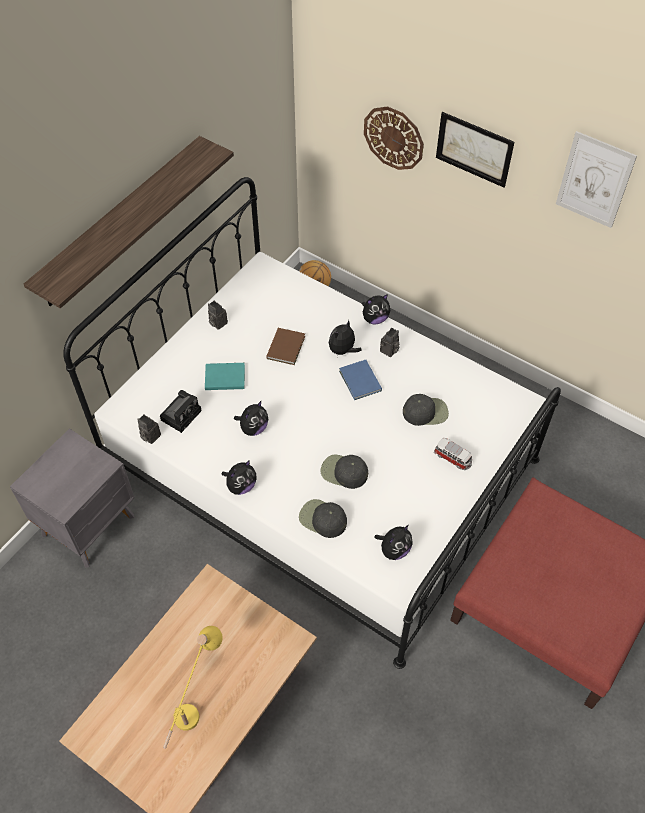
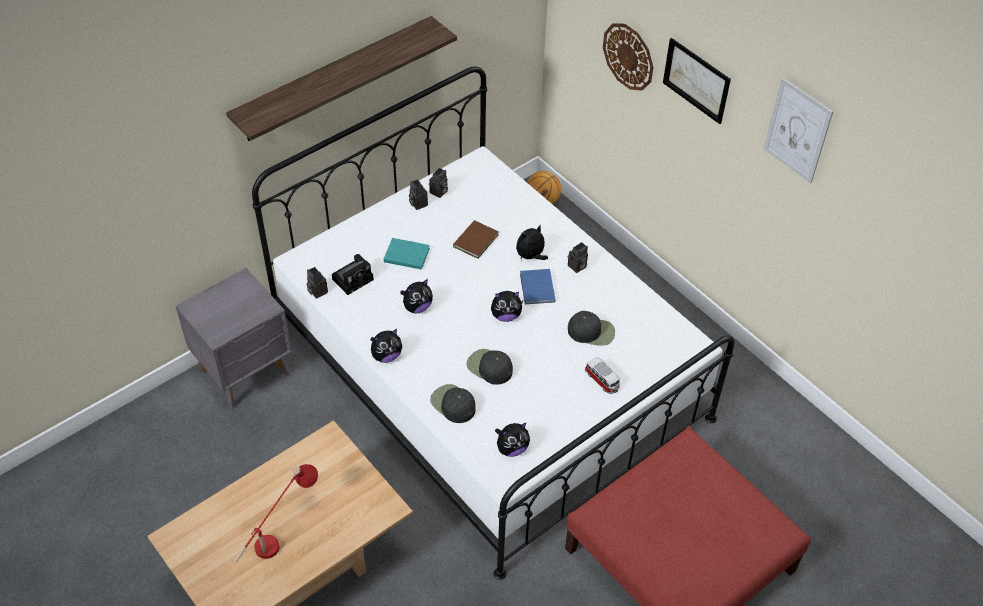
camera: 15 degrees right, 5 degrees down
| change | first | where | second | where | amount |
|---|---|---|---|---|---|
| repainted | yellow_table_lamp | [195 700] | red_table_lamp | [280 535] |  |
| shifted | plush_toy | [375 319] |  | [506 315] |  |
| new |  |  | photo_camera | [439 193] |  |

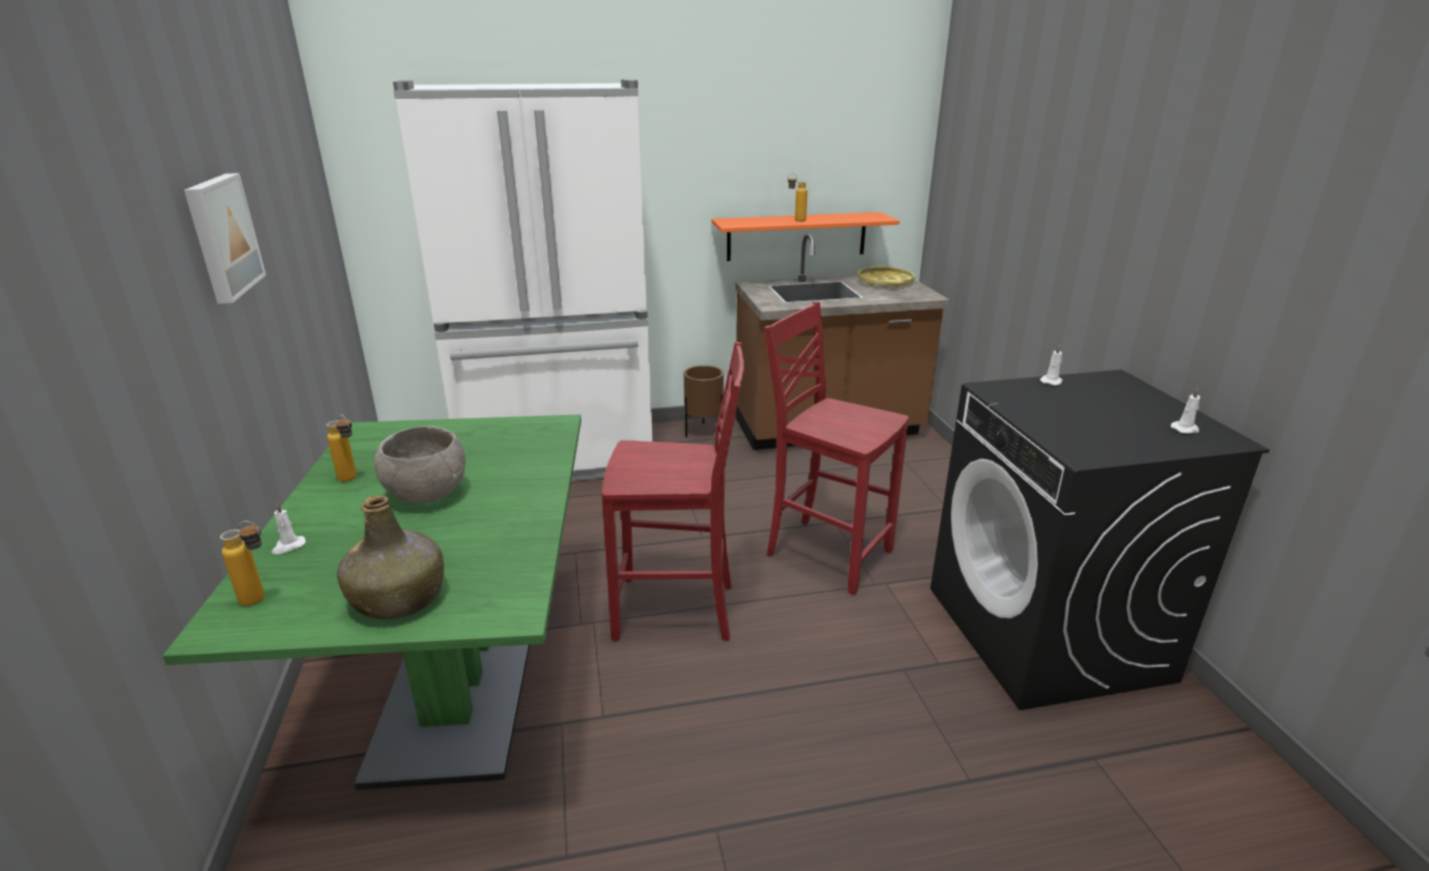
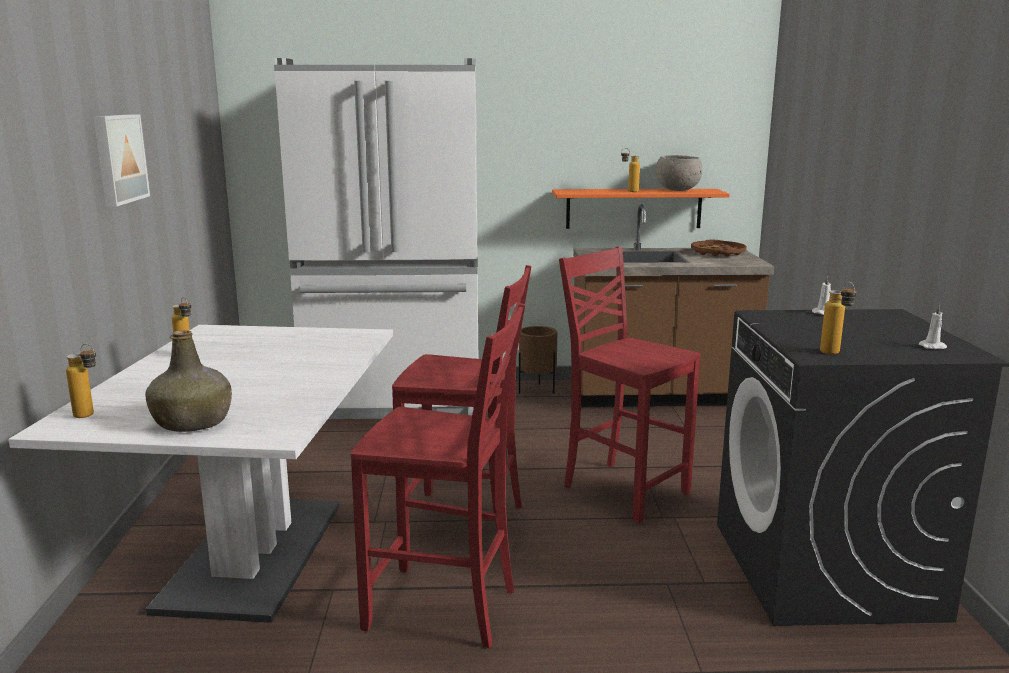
camera: 10 degrees right, 10 degrees down
| change | first | where | second | where | amount |
|---|---|---|---|---|---|
| repainted | green_dining_table | [459 686] | white_dining_table | [254 555] |  |
| gone | white_candle | [288 546] |  |  |  |
| shifted | grey_bowl | [426 495] |  | [677 190] |  |
| repainted | yellow_tray | [885 282] | brown_tray | [717 253] |  |
| new |  |  | red_chair | [444 609] |  |
| new |  |  | bottle | [834 354] |  |

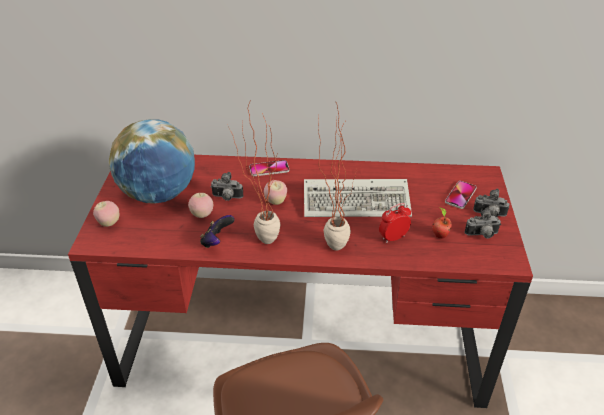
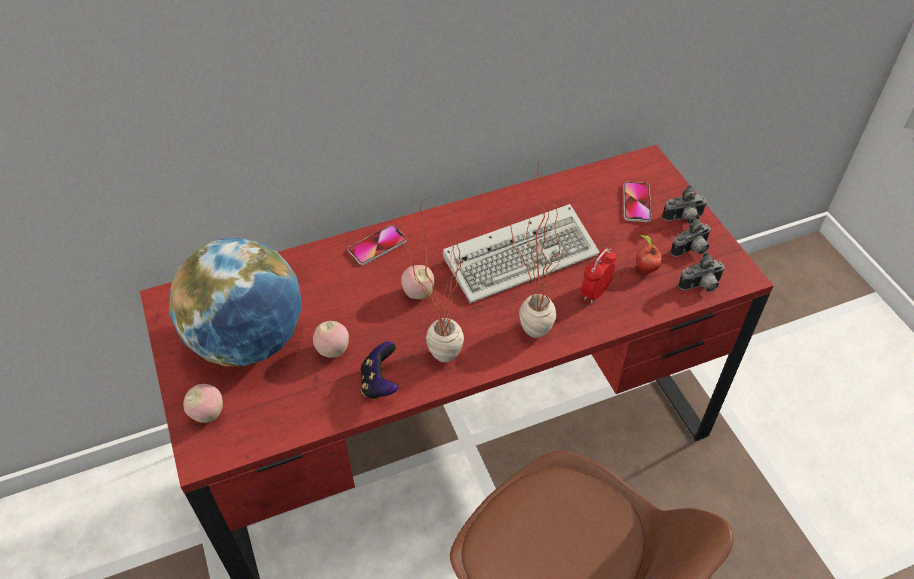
camera: 25 degrees left, 10 degrees up
| change | first | where | second | where | amount |
|---|---|---|---|---|---|
| shifted | photo_camera | [227 198] |  | [701 286] |  |

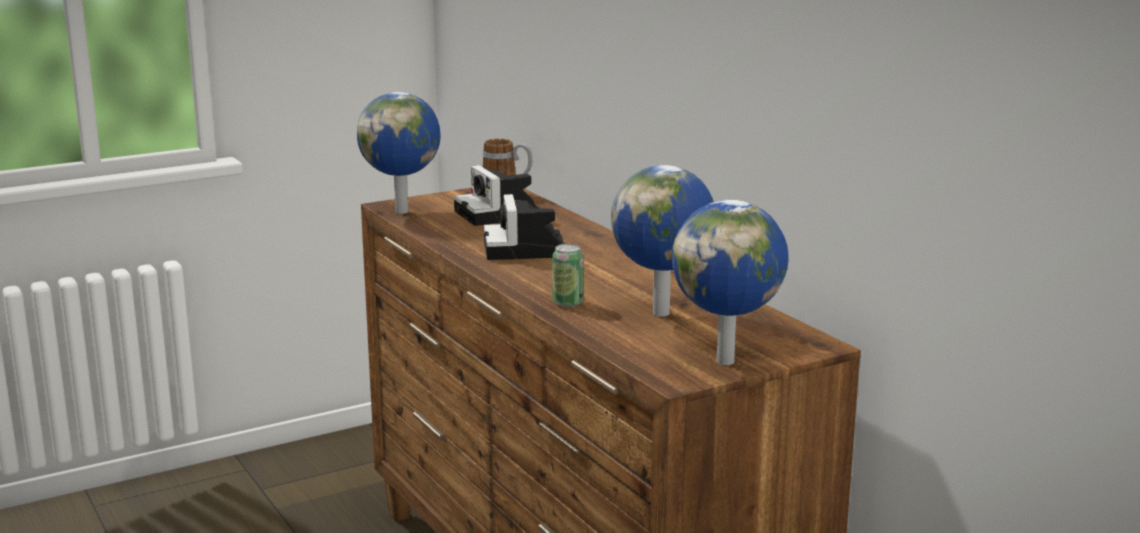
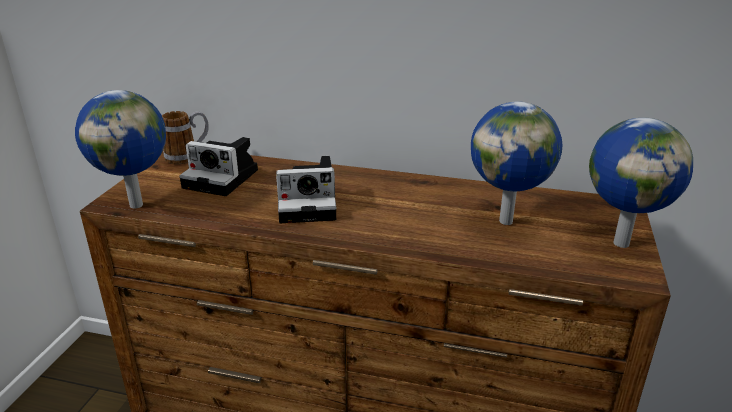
camera: 45 degrees left, 10 degrees up
| change | first | where | second | where | amount |
|---|---|---|---|---|---|
| rotated | photo_camera | [525 250] |  | [310 204] | 45 degrees counterclockwise |
| gone | can | [567 303] |  |  |  |

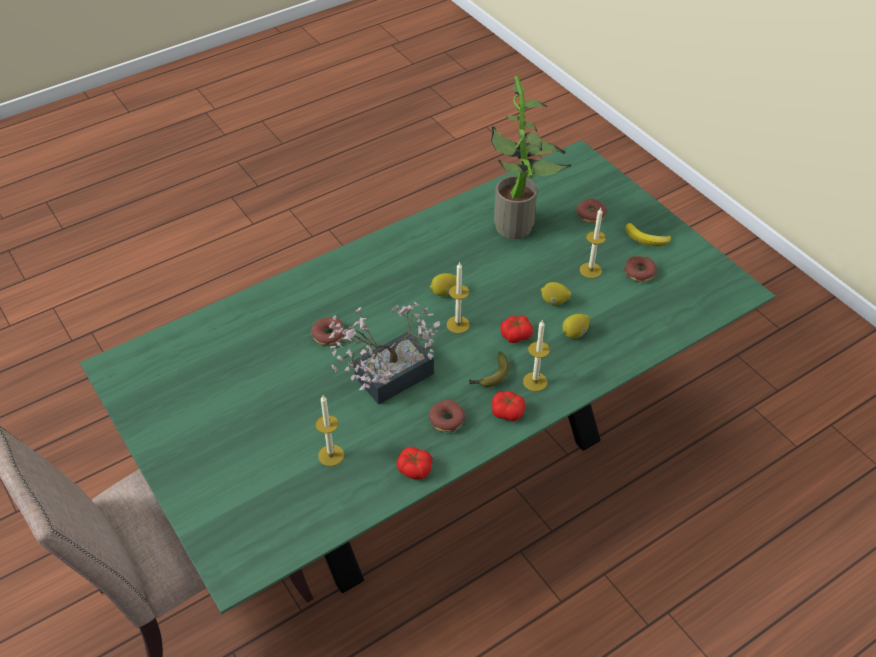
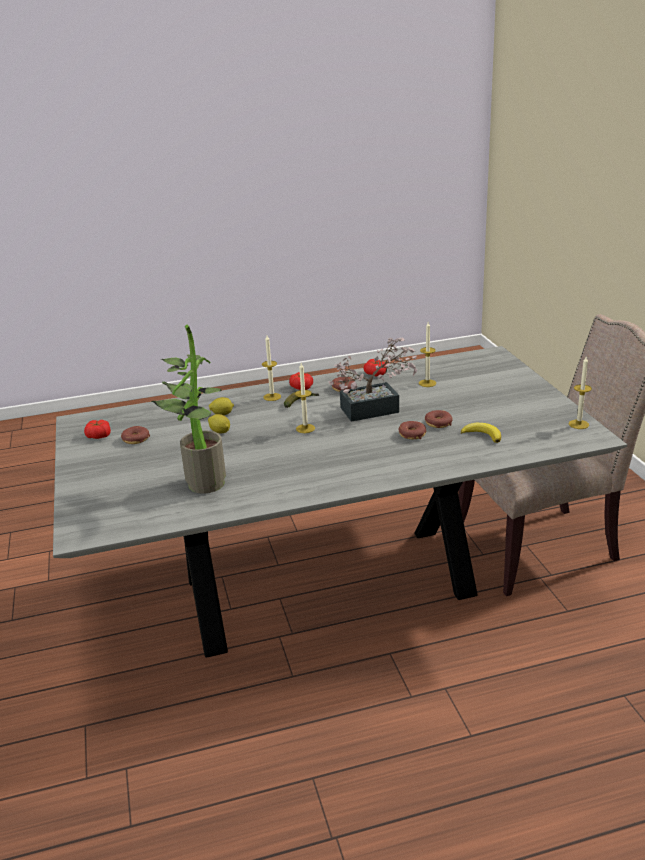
camera: 160 degrees left, 20 degrees down
| change | first | where | second | where | amount |
|---|---|---|---|---|---|
| repainted | green_dining_table | [438 465] | grey_dining_table | [331 587] |  |
| gone | lemon | [444 292] |  |  |  |
| shifted | tomato | [516 335] |  | [98 436] |  |
| shifted | donut | [591 215] |  | [438 423] |  |
| shifted | candle | [590 270] |  | [578 424] |  |
| shifted | banana | [647 239] |  | [482 435] |  |

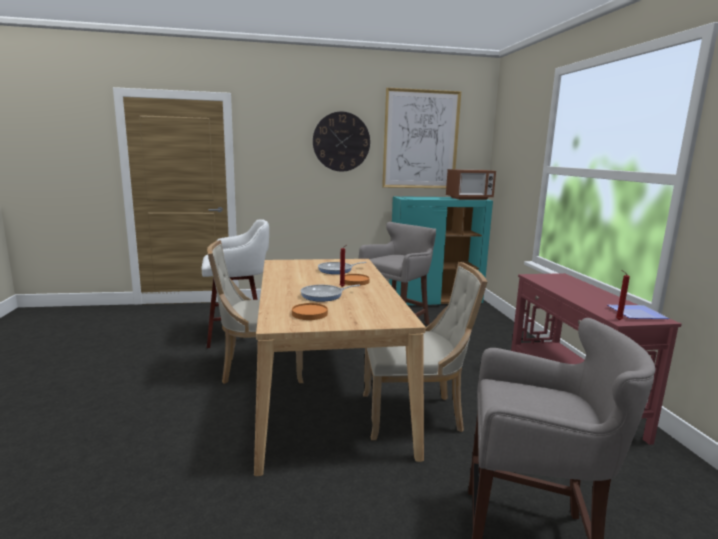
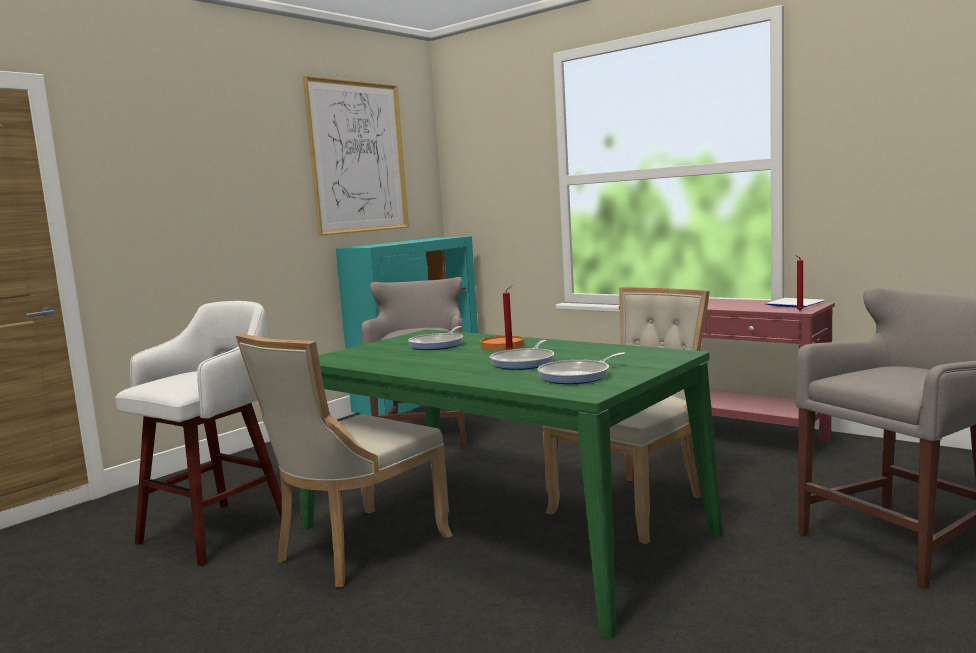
camera: 40 degrees left, 5 degrees down
| change | first | where | second | where | amount |
|---|---|---|---|---|---|
| repainted | beige_dining_table | [326 392] | green_dining_table | [500 530] |  |
| swapped | orange_plate | [310 314] | frying_pan | [577 376] |  |
| gone | wall_clock | [341 142] |  |  |  |
| gone | microwave | [469 198] |  |  |  |

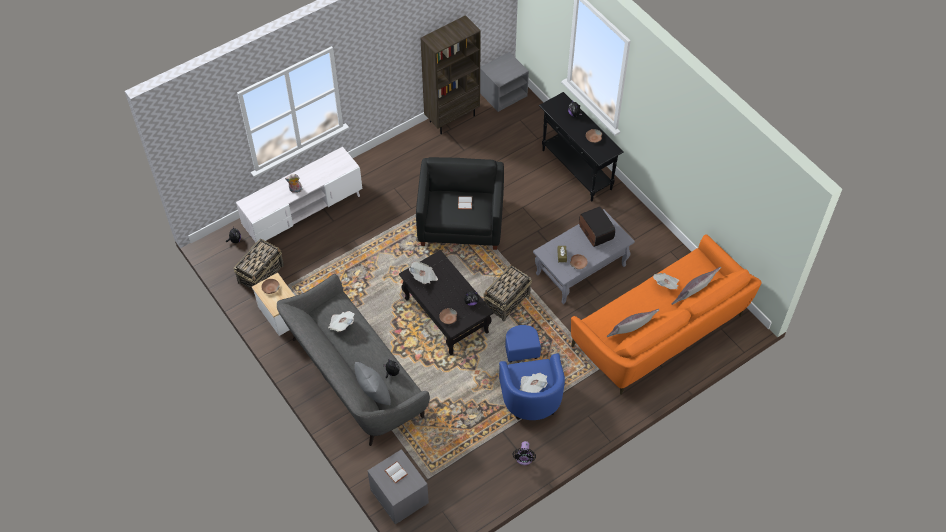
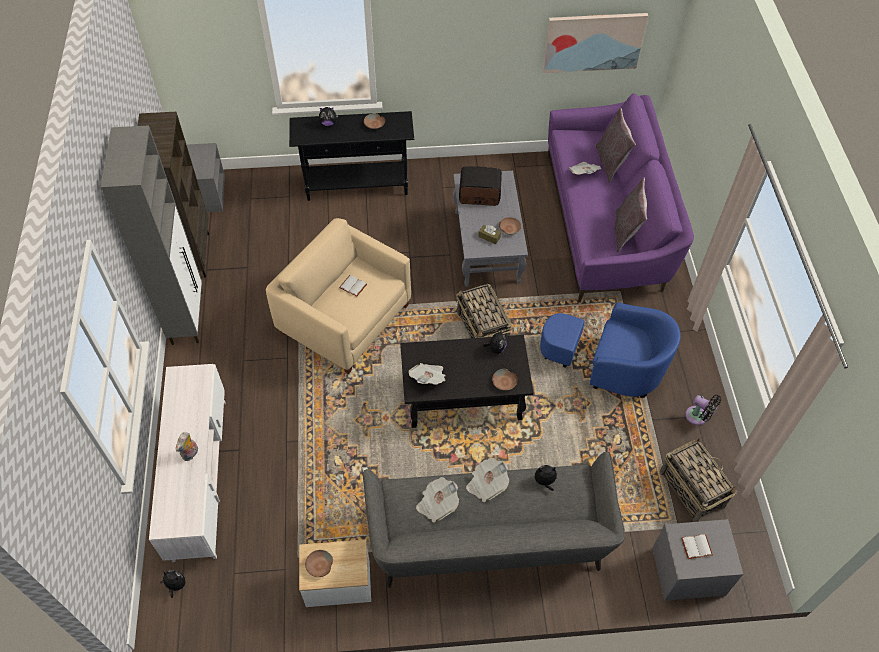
camera: 60 degrees left, 0 degrees up
| change | first | where | second | where | amount |
|---|---|---|---|---|---|
| shifted | basket | [261 274] |  | [691 488] |  |
| gone | grey_pillow | [373 393] |  |  |  |
| repainted | black_armchair | [460 222] | beige_armchair | [345 319] |  |
| shifted | newspaper | [532 386] |  | [486 484] |  |
| repainted | orange_sofa | [660 332] | purple_sofa | [606 222] |  |
| new |  |  | grey_cabinet | [187 317] |  |
| new |  |  | picture | [593 42] |  |

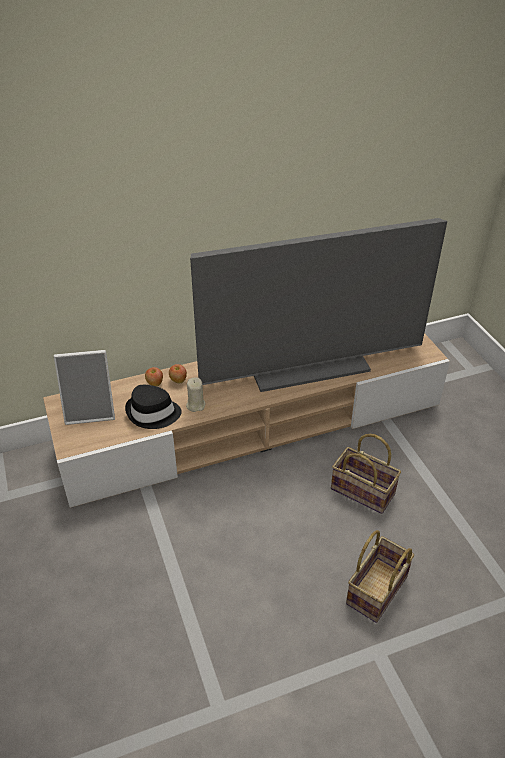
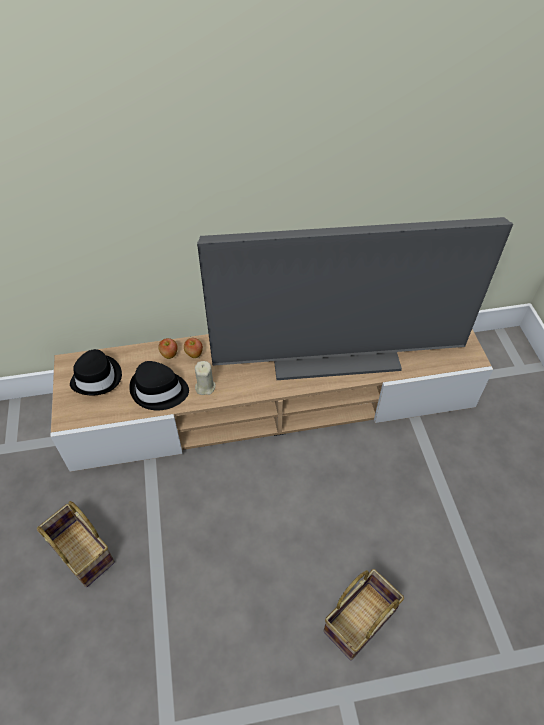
camera: 10 degrees right, 10 degrees up
| change | first | where | second | where | amount |
|---|---|---|---|---|---|
| swapped | picture_frame | [91 410] | black_hat | [98 378] |  |
| shifted | basket | [364 491] |  | [84 553] |  |

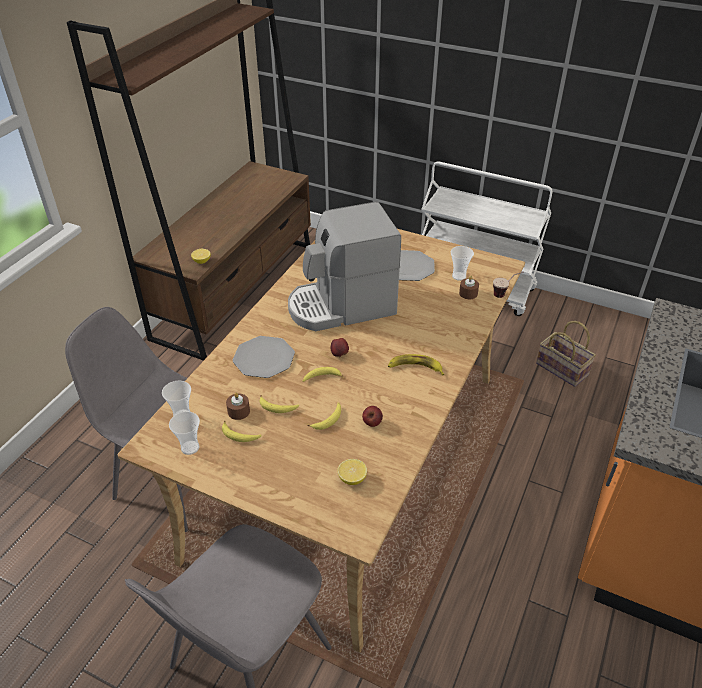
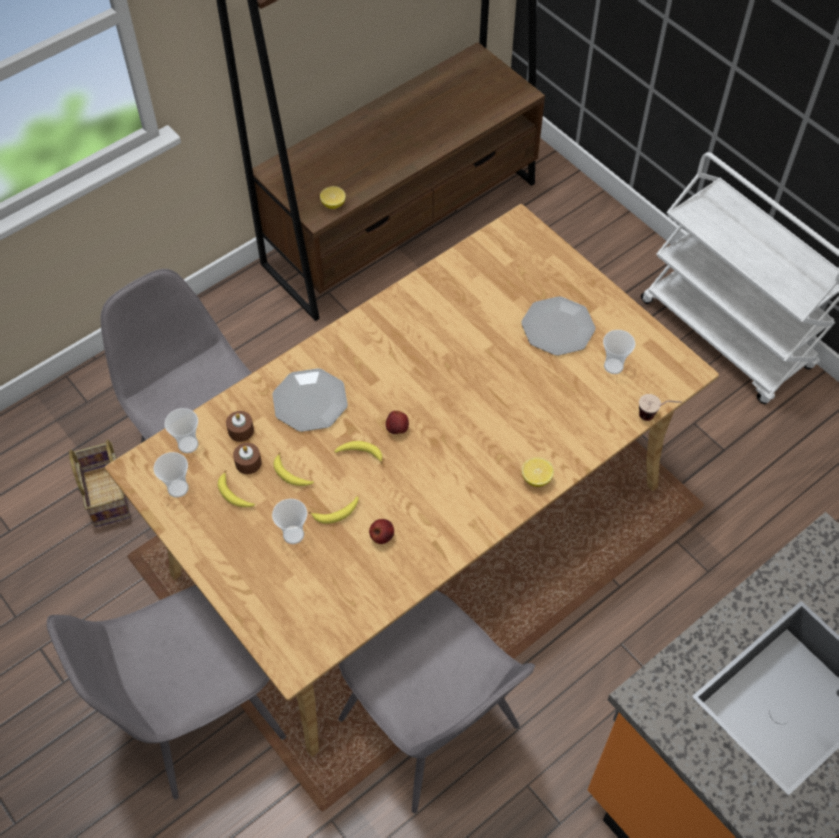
camera: 25 degrees right, 15 degrees up
| change | first | where | second | where | amount |
|---|---|---|---|---|---|
| gone | coffee_machine | [341 306] |  |  |  |
| shifted | lemon | [352 478] |  | [536 478] |  |
| gone | banana | [415 368] |  |  |  |
| shifted | brown_candle | [468 293] |  | [241 430] |  |
| shifted | basket | [563 369] |  | [108 496] |  |
| new |  |  | cup | [293 535] |  |
| new |  |  | grey_chair | [432 727] |  |

